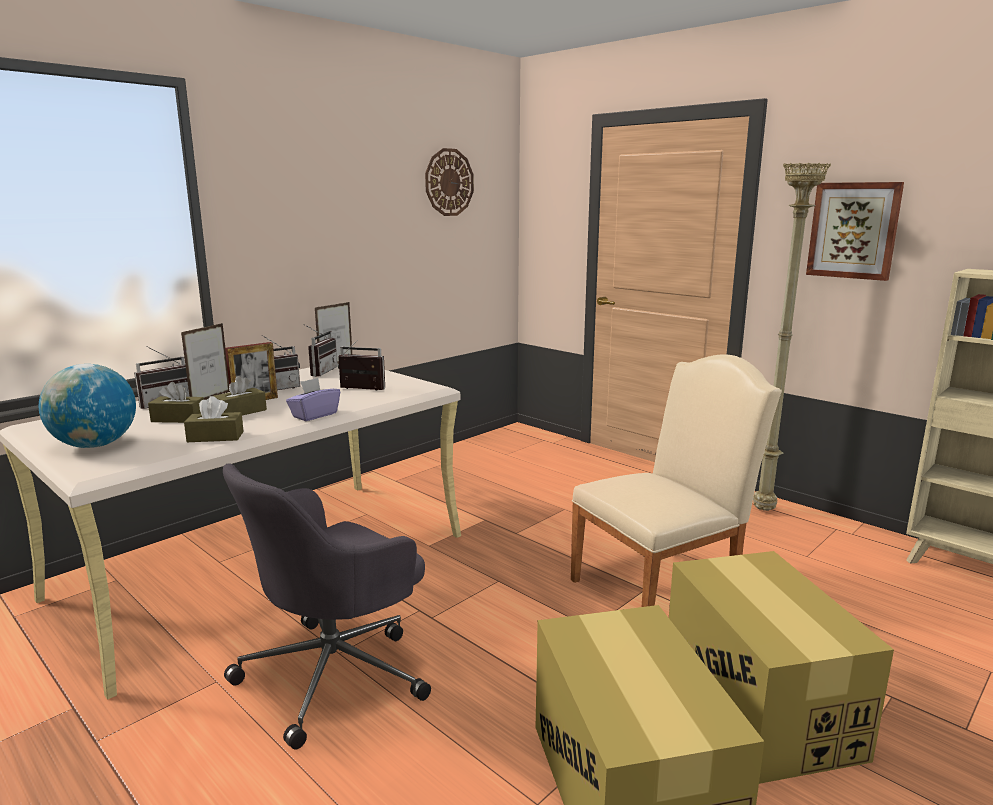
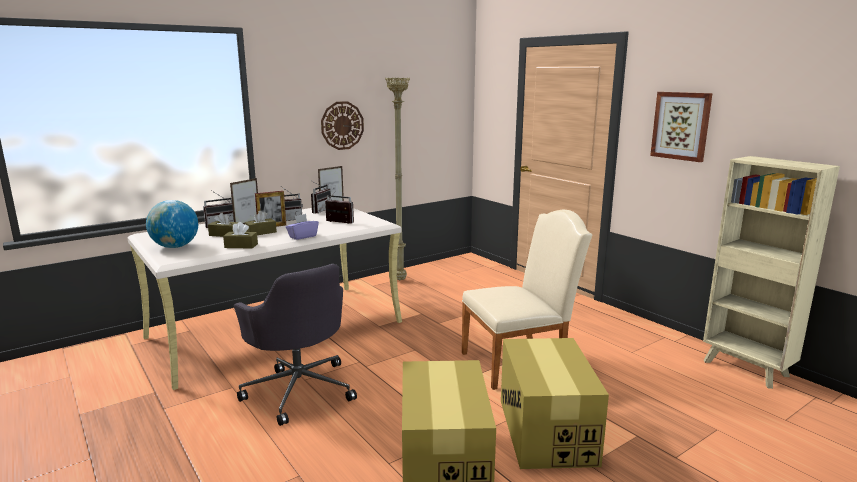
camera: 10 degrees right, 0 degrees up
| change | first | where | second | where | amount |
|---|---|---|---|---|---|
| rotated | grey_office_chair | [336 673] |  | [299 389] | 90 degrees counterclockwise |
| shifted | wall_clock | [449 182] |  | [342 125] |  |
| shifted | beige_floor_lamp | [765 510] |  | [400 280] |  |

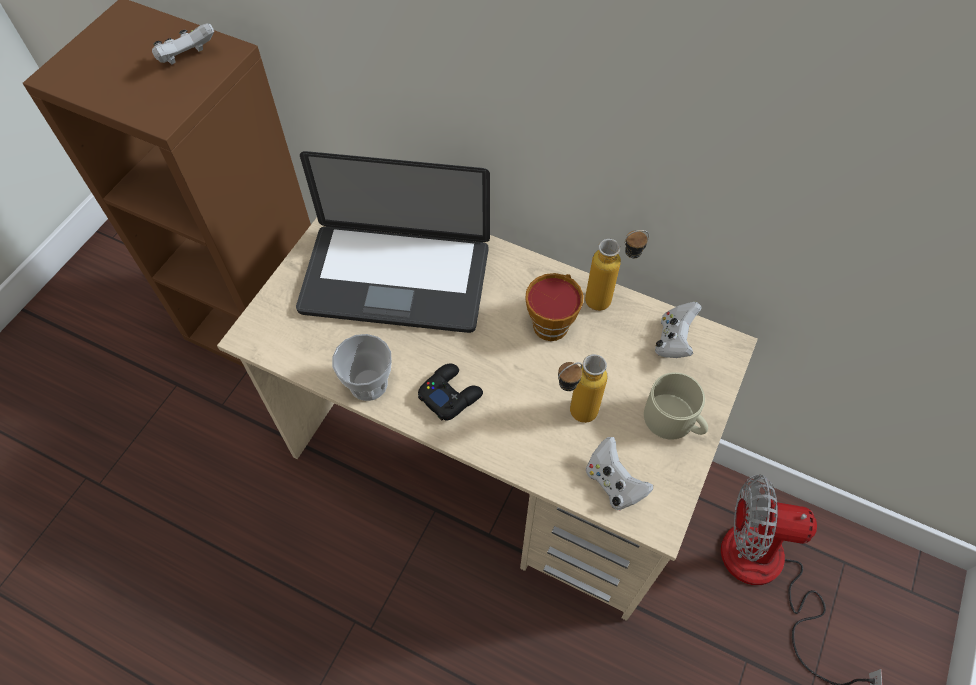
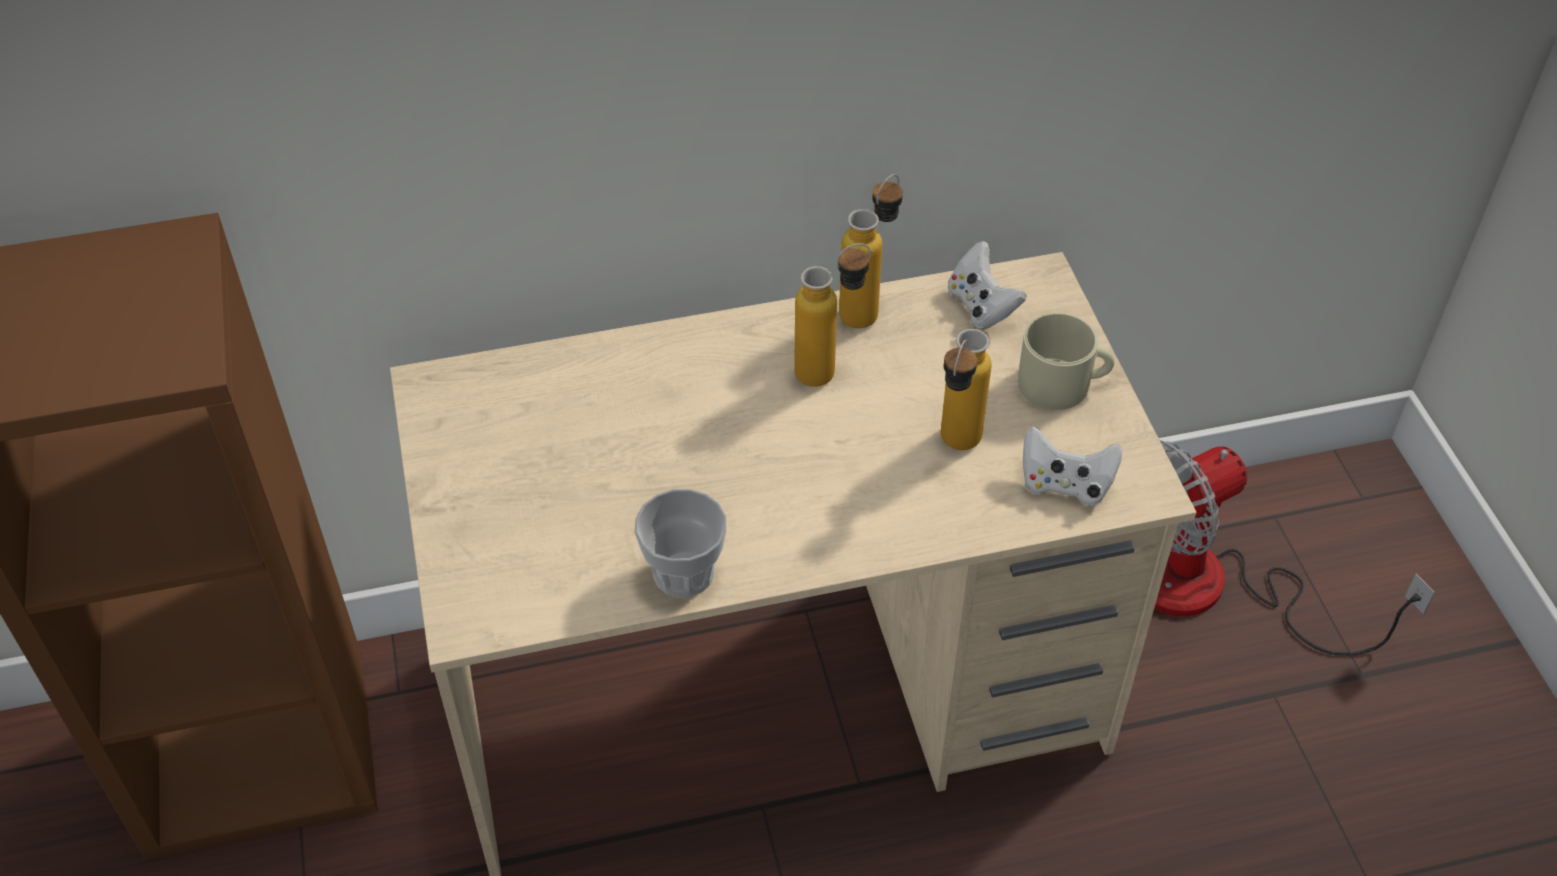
camera: 40 degrees left, 10 degrees down
| change | first | where | second | where | amount |
|---|---|---|---|---|---|
| gone | white_game_controller | [187 58] |  |  |  |
| gone | laptop | [395 280] |  |  |  |
| gone | black_game_controller | [450 394] |  |  |  |
| swapped | cup | [552 322] | bottle | [830 369] |  |

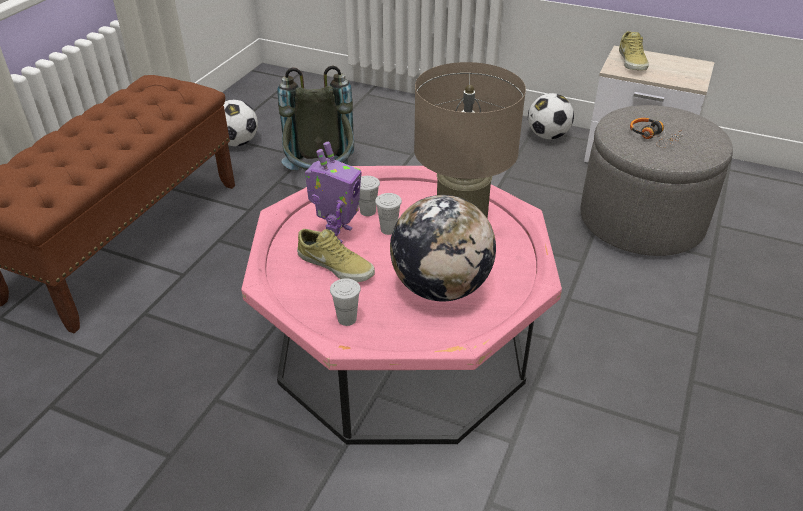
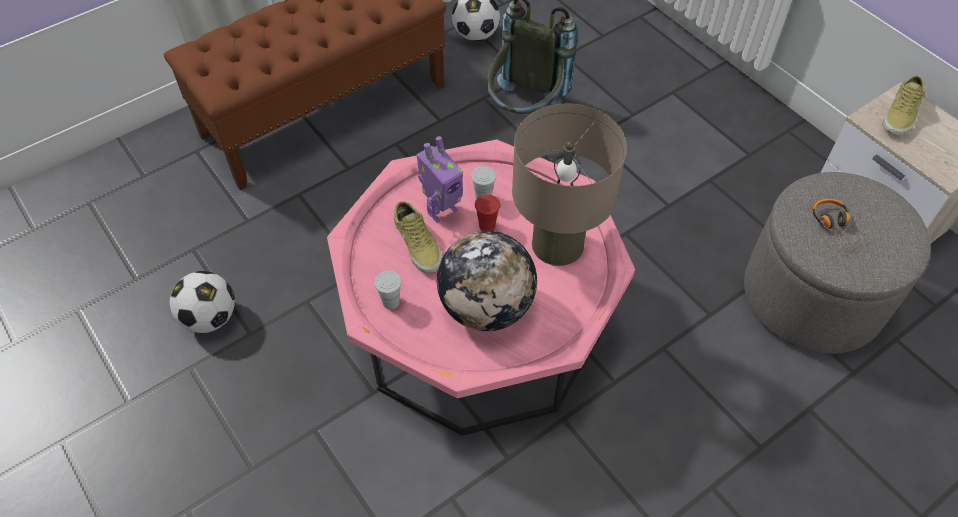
camera: 30 degrees right, 15 degrees up
| change | first | where | second | where | amount |
|---|---|---|---|---|---|
| repainted | white_cup | [388 229] | red_cup | [487 226] |  |
| shifted | football | [547 136] |  | [210 318] |  |

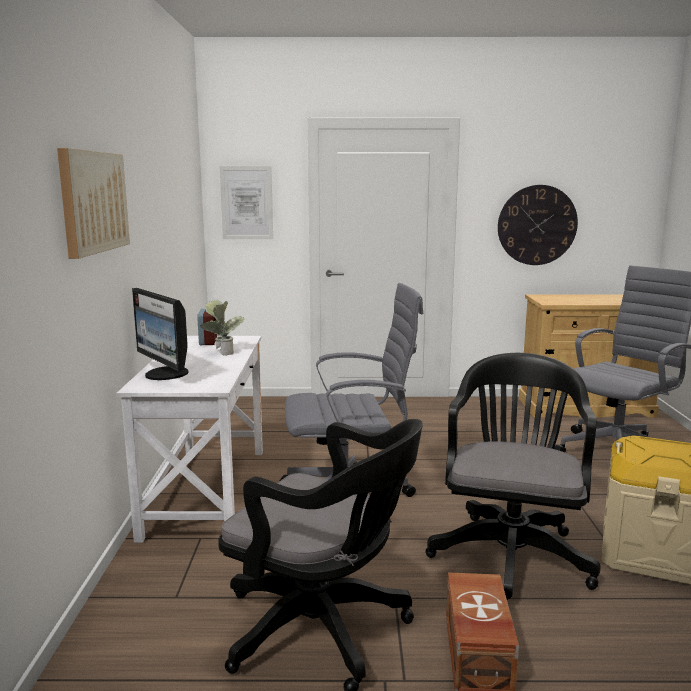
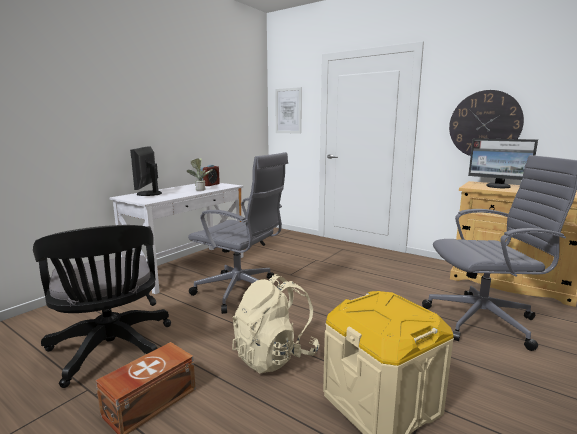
camera: 35 degrees right, 0 degrees up
| change | first | where | second | where | amount |
|---|---|---|---|---|---|
| gone | picture | [93 202] |  |  |  |
| swapped | black_office_chair | [511 553] | beige_backpack | [274 356] |  |
| new |  |  | monitor | [498 186] |  |

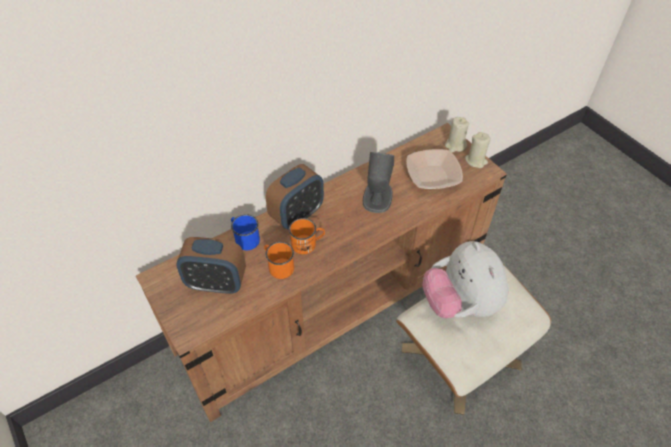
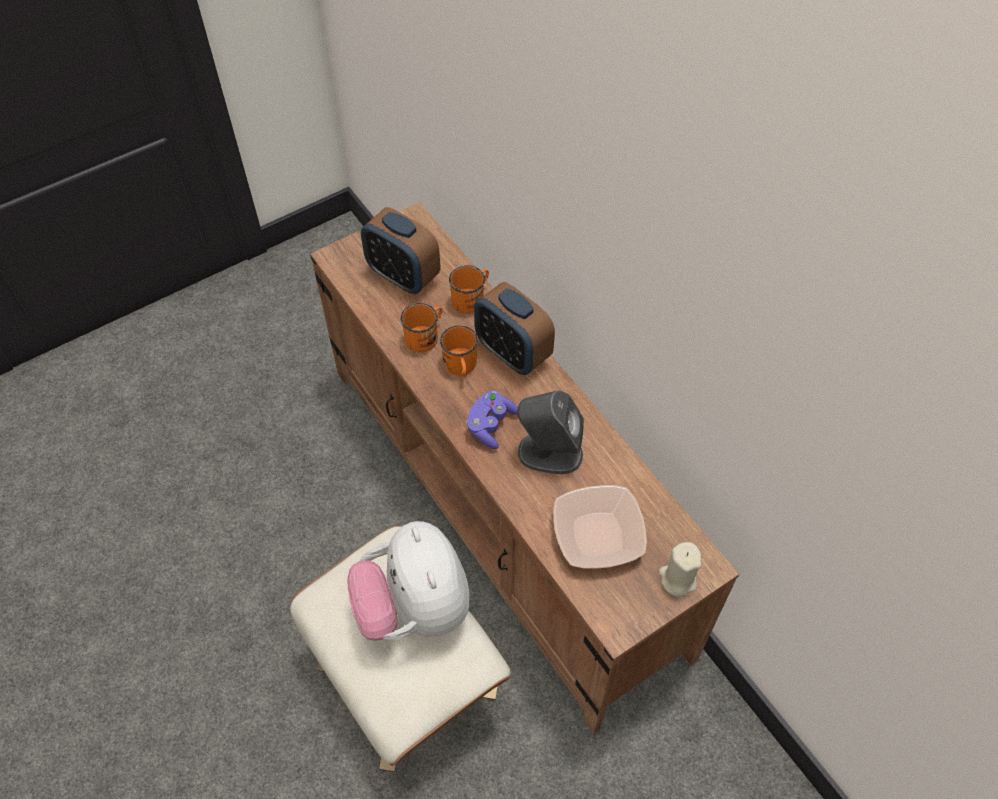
camera: 90 degrees right, 5 degrees up
| change | first | where | second | where | amount |
|---|---|---|---|---|---|
| rotated | alarm_clock | [216 283] |  | [403 276] | 60 degrees counterclockwise |
| repainted | blue_mug | [245 238] | orange_mug | [471 298] |  |
| rotated | plush_toy | [460 303] |  | [414 607] | 90 degrees counterclockwise |
| gone | beige_candle | [476 161] |  |  |  |
| new |  |  | purple_game_controller | [491 425] |  |

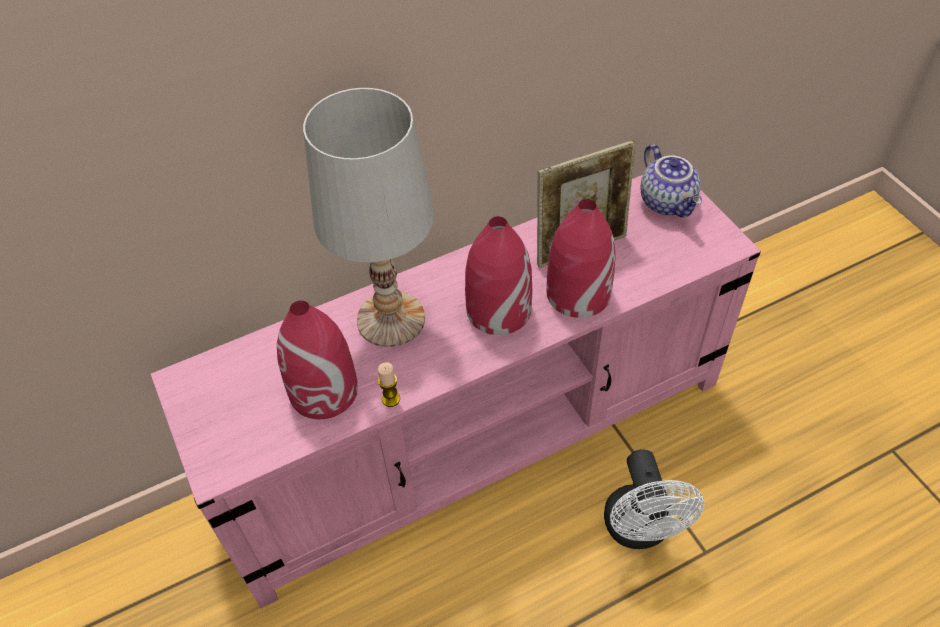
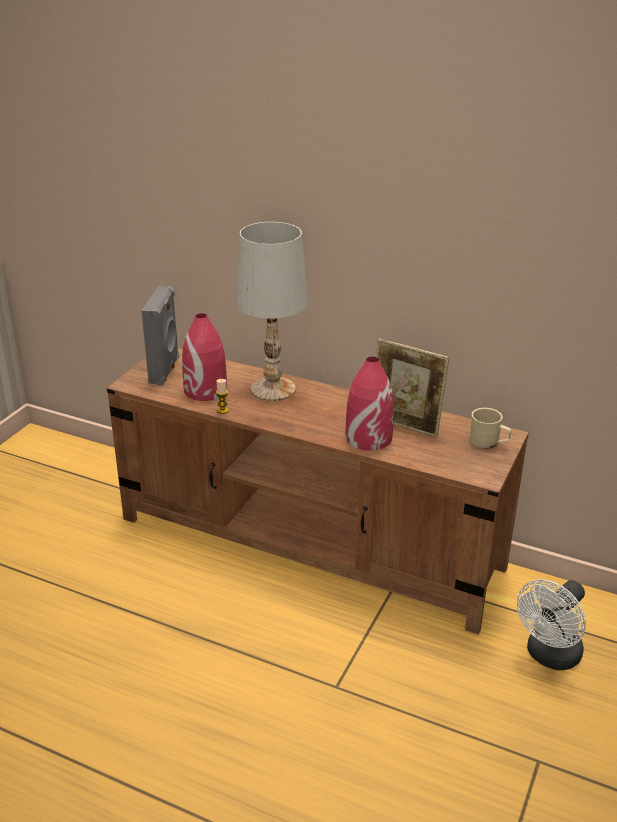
camera: 50 degrees right, 20 degrees down
| change | first | where | second | where | amount |
|---|---|---|---|---|---|
| repainted | pink_tv_stand | [477 437] | brown_tv_stand | [310 544] |  |
| gone | red_vase | [498 310] |  |  |  |
| shifted | white_fan | [640 530] |  | [549 656] |  |
| swapped | teapot | [668 202] | beige_mug | [488 442] |  |
| new |  |  | grey_speaker | [165 371] |  |

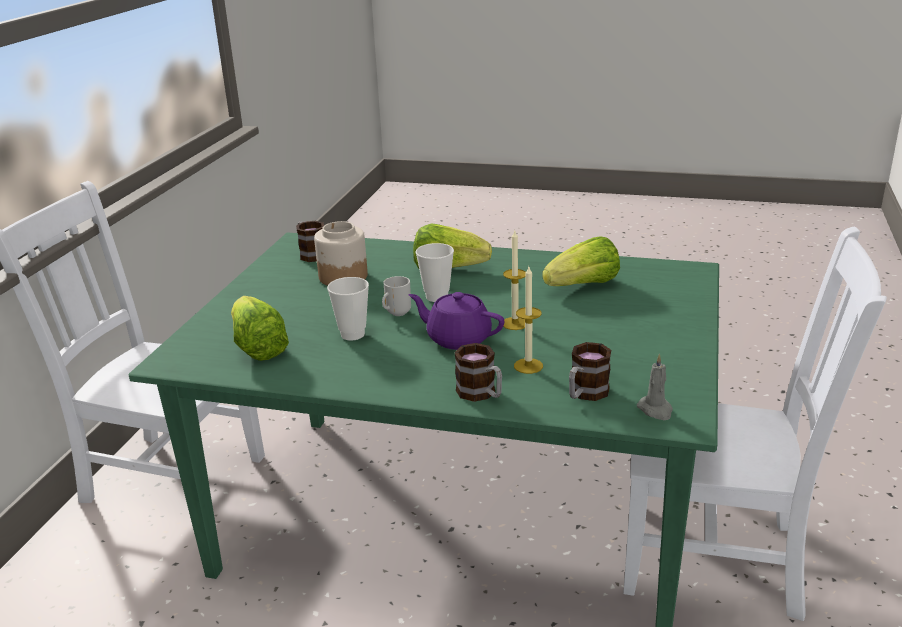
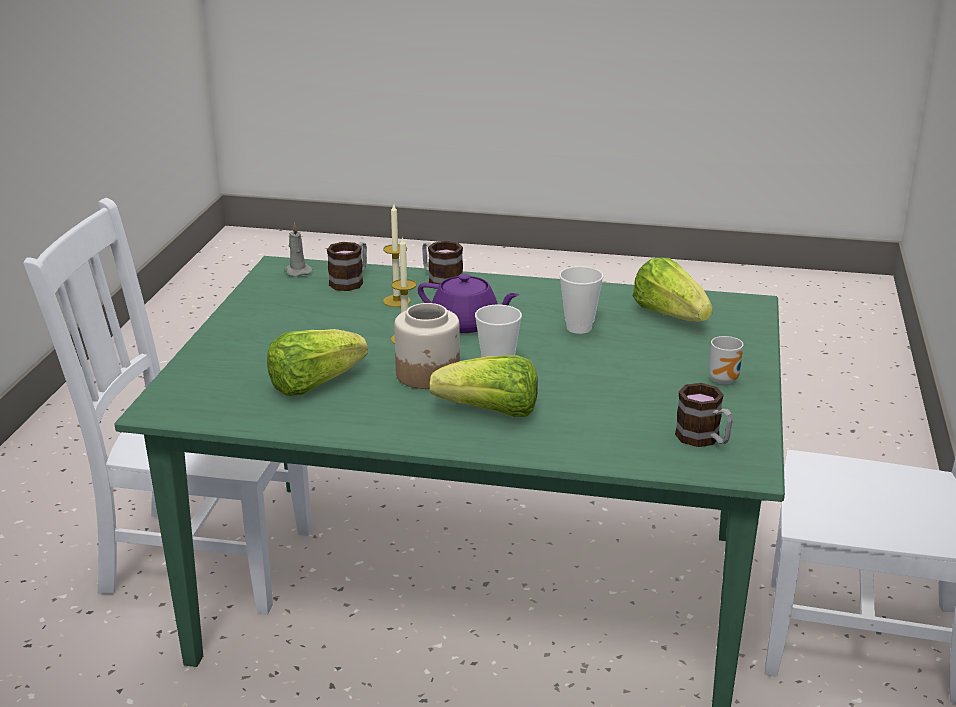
camera: 175 degrees right, 0 degrees up
| change | first | where | second | where | amount |
|---|---|---|---|---|---|
| shifted | jar | [343 276] |  | [428 374] |  |
| shifted | mug | [396 313] |  | [726 380] |  |

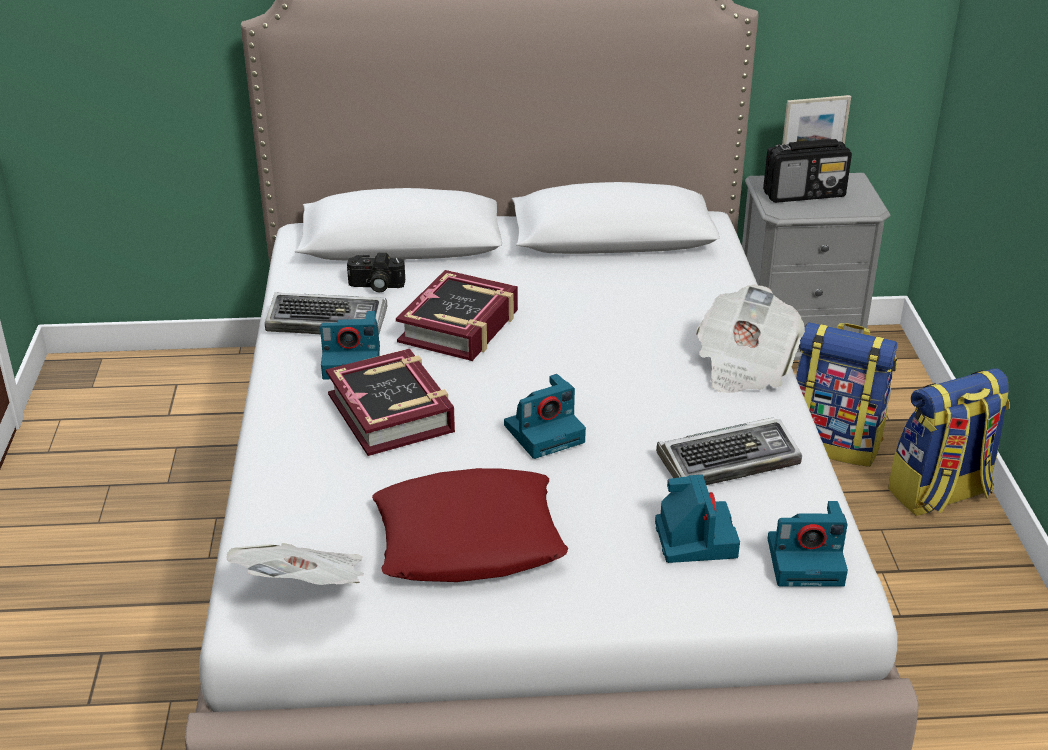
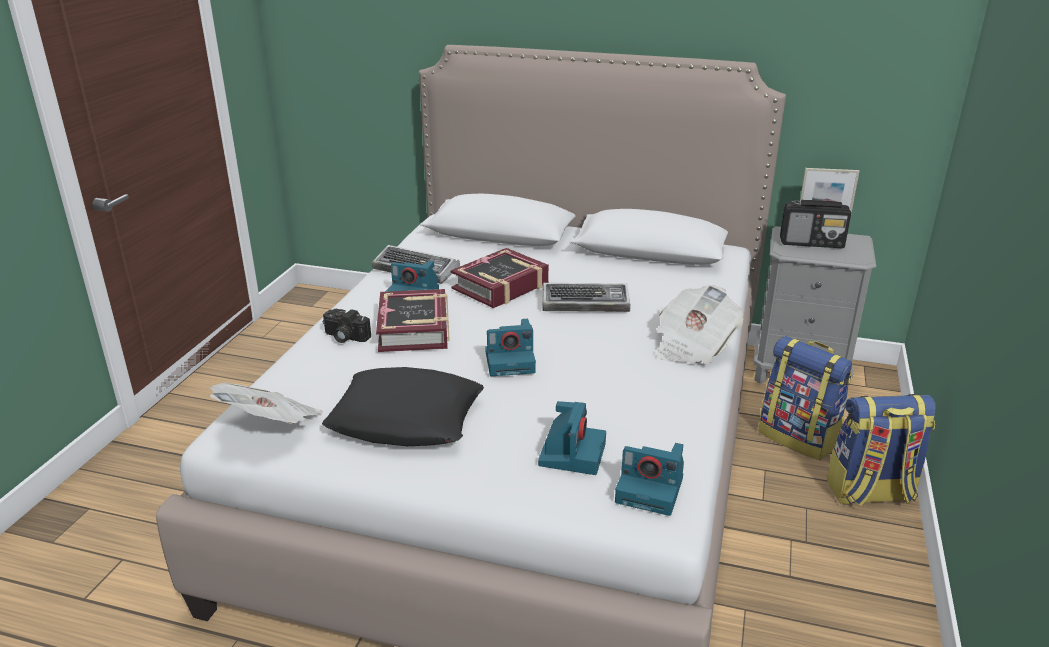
camera: 20 degrees right, 5 degrees down
| change | first | where | second | where | amount |
|---|---|---|---|---|---|
| shifted | photo_camera | [375 286] |  | [344 337] |  |
| repainted | red_pillow | [469 539] | black_pillow | [406 418] |  |
| shifted | keyboard | [729 461] |  | [586 303] |  |

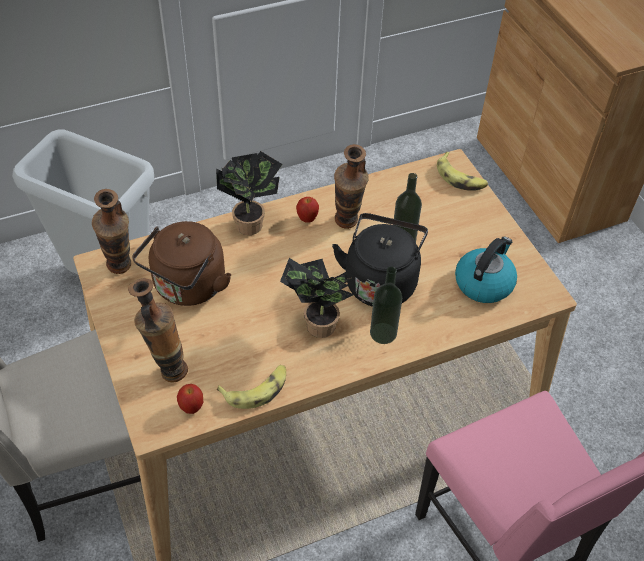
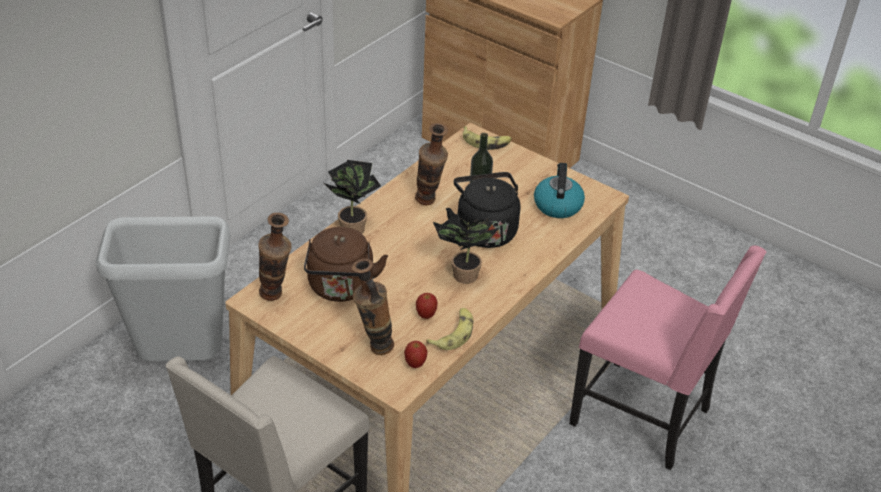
camera: 30 degrees left, 10 degrees down
| change | first | where | second | where | amount |
|---|---|---|---|---|---|
| shifted | apple | [307 219] |  | [426 315] |  |
| gone | bottle | [383 333] |  |  |  |

